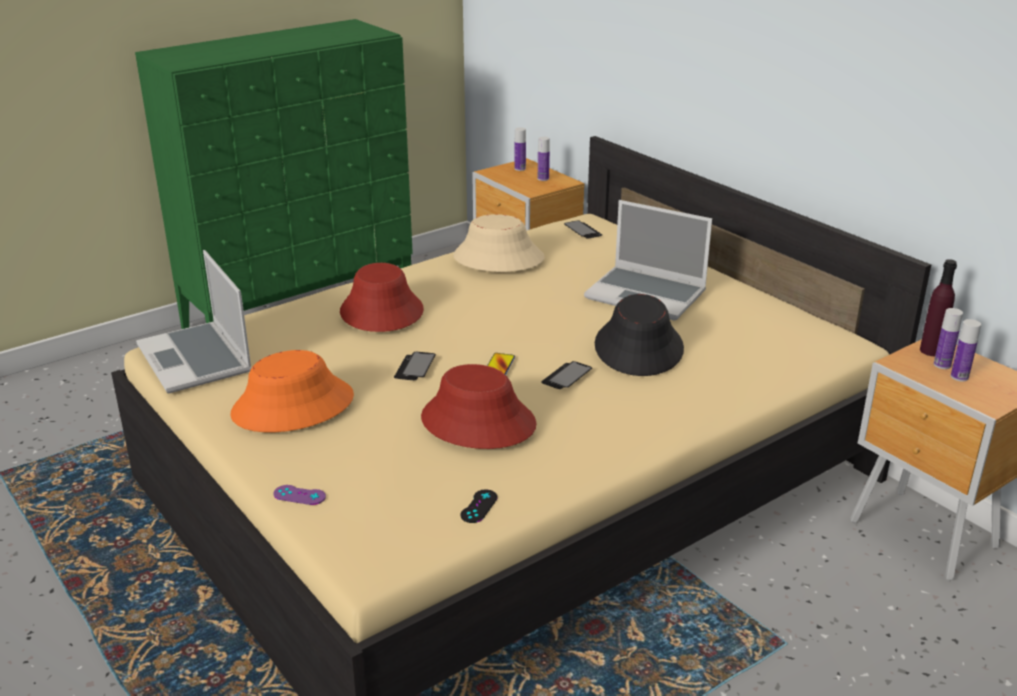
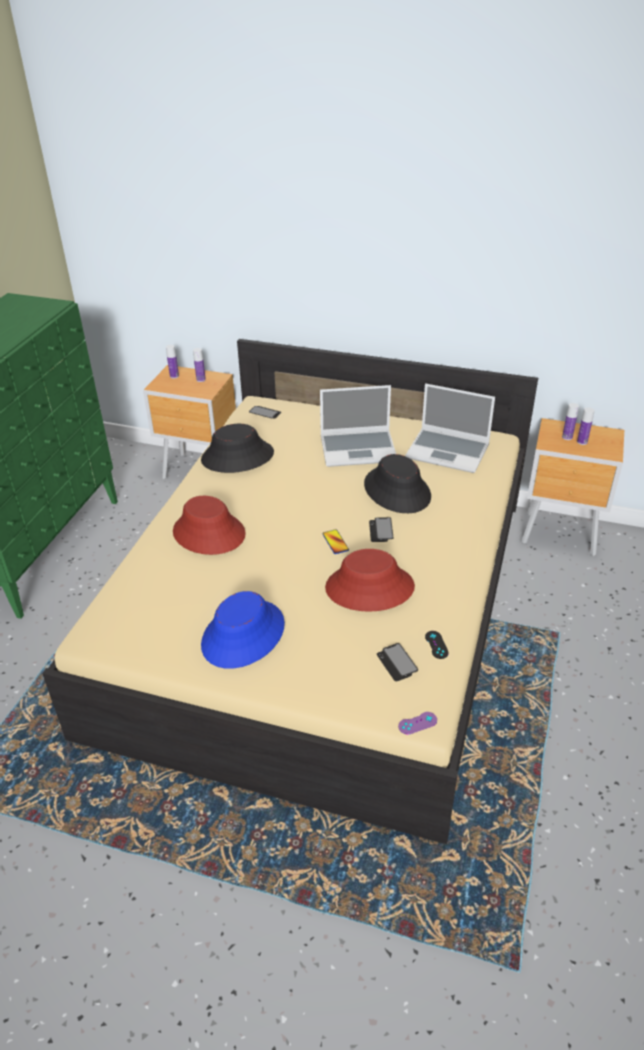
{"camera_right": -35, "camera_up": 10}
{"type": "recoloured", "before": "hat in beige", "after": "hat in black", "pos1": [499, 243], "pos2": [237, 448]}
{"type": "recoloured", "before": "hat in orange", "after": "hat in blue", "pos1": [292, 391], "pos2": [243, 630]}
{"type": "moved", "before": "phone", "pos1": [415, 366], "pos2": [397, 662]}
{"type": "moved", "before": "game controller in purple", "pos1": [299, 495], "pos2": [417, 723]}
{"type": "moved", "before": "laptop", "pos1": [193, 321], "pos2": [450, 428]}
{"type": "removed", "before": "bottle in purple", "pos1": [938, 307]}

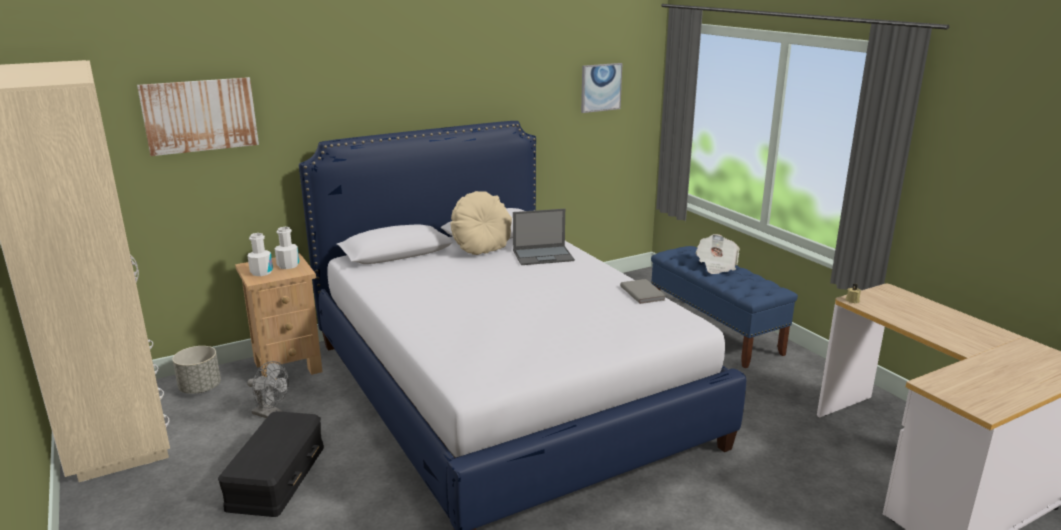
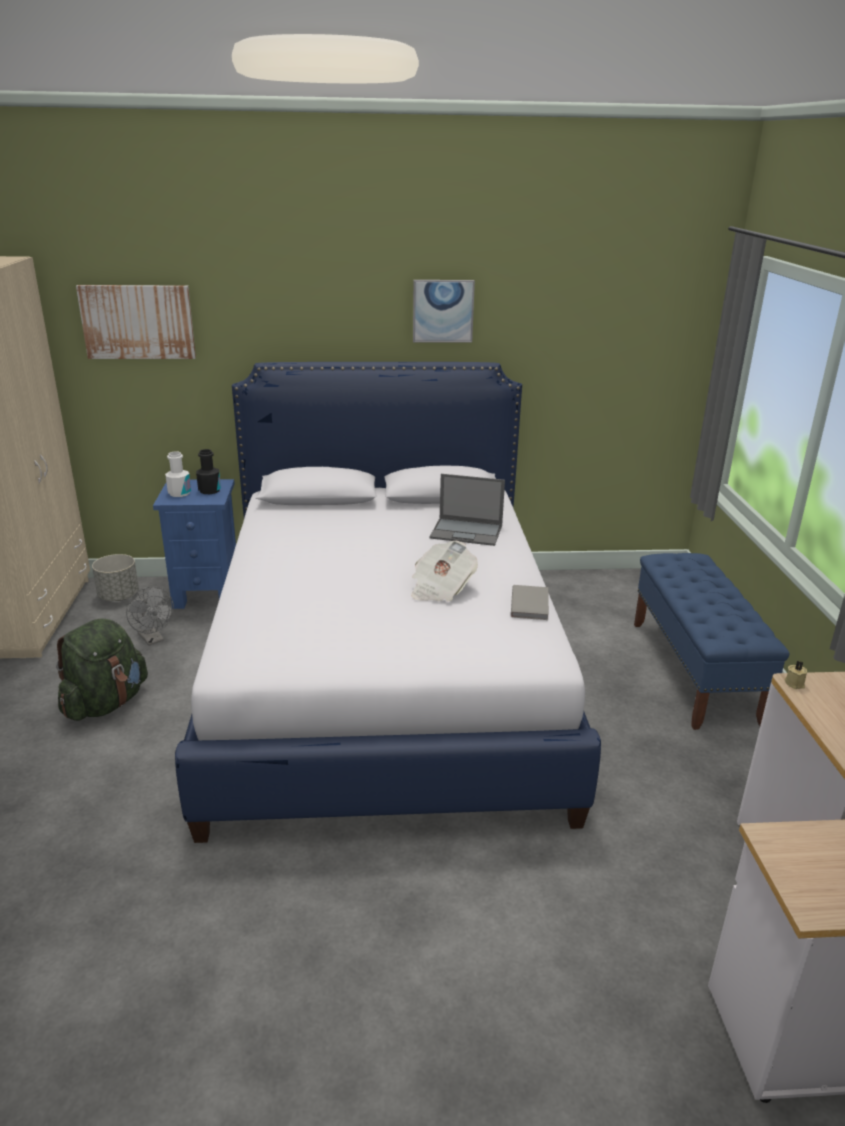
{"camera_right": 25, "camera_up": 5}
{"type": "replaced", "before": "storage box in black", "after": "backpack in green", "pos1": [271, 464], "pos2": [102, 669]}
{"type": "recoloured", "before": "nightstand in beige", "after": "nightstand in blue", "pos1": [279, 315], "pos2": [194, 544]}
{"type": "recoloured", "before": "bottle in white", "after": "bottle in black", "pos1": [287, 248], "pos2": [208, 471]}
{"type": "moved", "before": "newspaper", "pos1": [718, 254], "pos2": [445, 571]}
{"type": "moved", "before": "picture", "pos1": [602, 88], "pos2": [444, 311]}
{"type": "removed", "before": "pillow in beige", "pos1": [481, 223]}

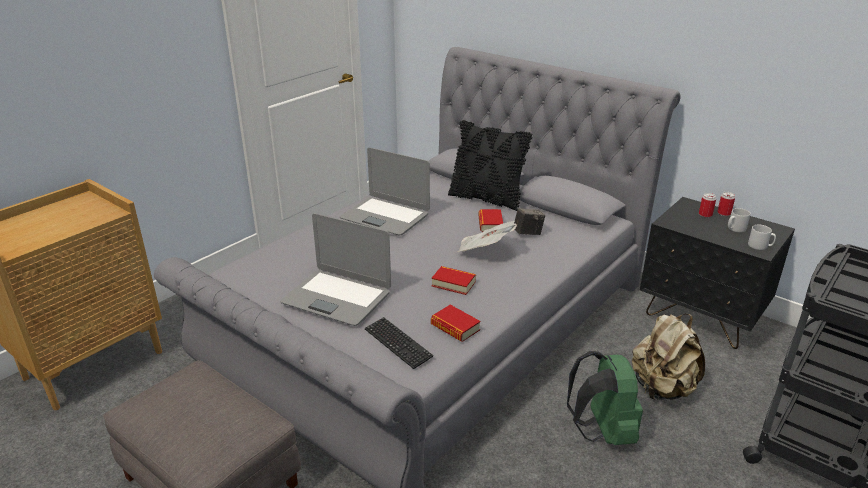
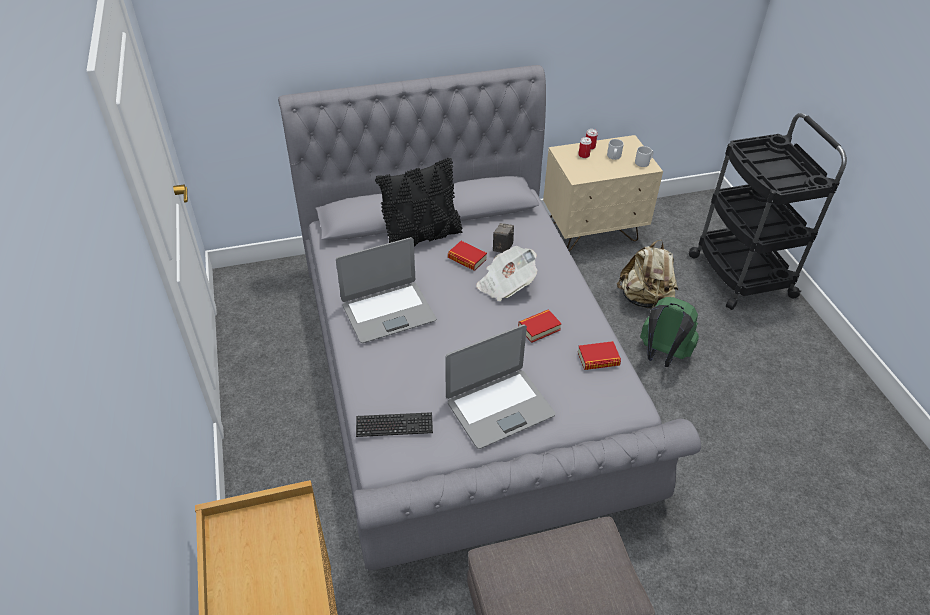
{"camera_right": -55, "camera_up": 15}
{"type": "moved", "before": "keyboard", "pos1": [399, 343], "pos2": [394, 424]}
{"type": "recoloured", "before": "nightstand in black", "after": "nightstand in beige", "pos1": [717, 273], "pos2": [603, 193]}

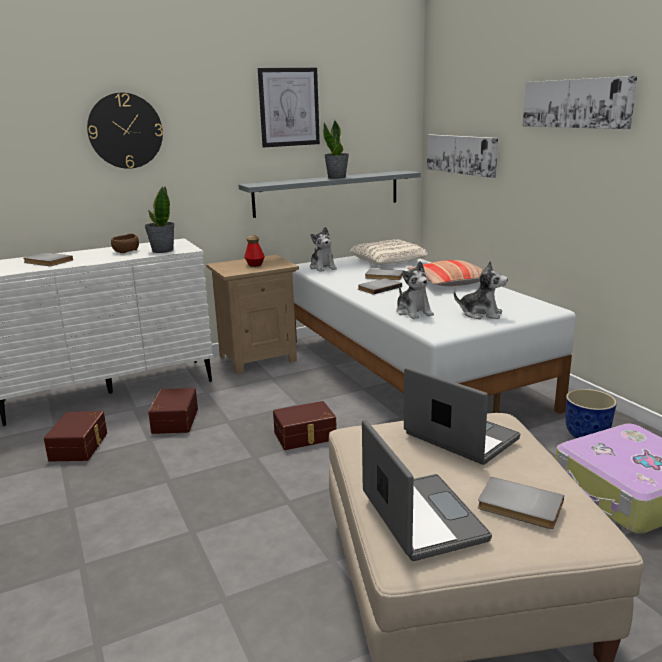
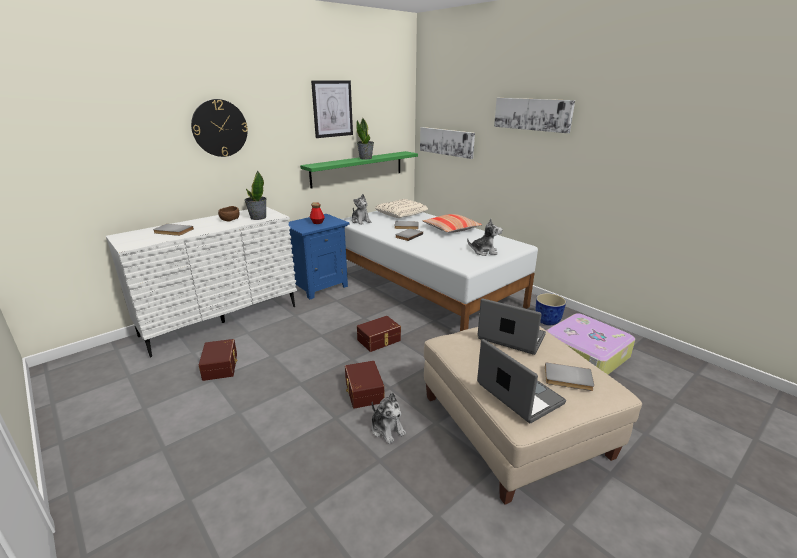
{"camera_right": -15, "camera_up": 5}
{"type": "recoloured", "before": "nightstand in beige", "after": "nightstand in blue", "pos1": [252, 314], "pos2": [319, 256]}
{"type": "recoloured", "before": "shelf in grey", "after": "shelf in green", "pos1": [330, 194], "pos2": [359, 169]}
{"type": "moved", "before": "storage box in brown", "pos1": [173, 411], "pos2": [365, 385]}
{"type": "moved", "before": "plush toy", "pos1": [415, 290], "pos2": [388, 418]}

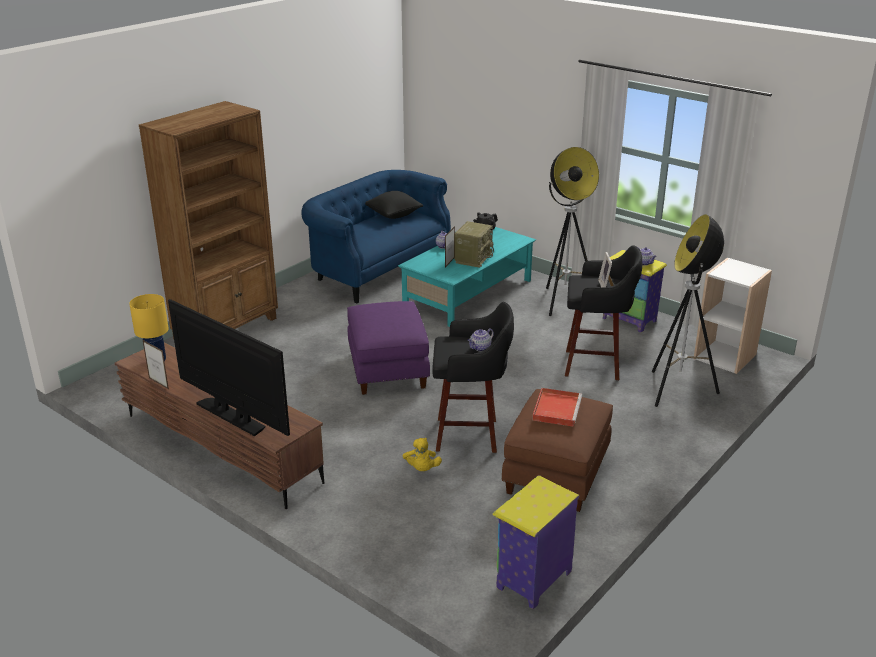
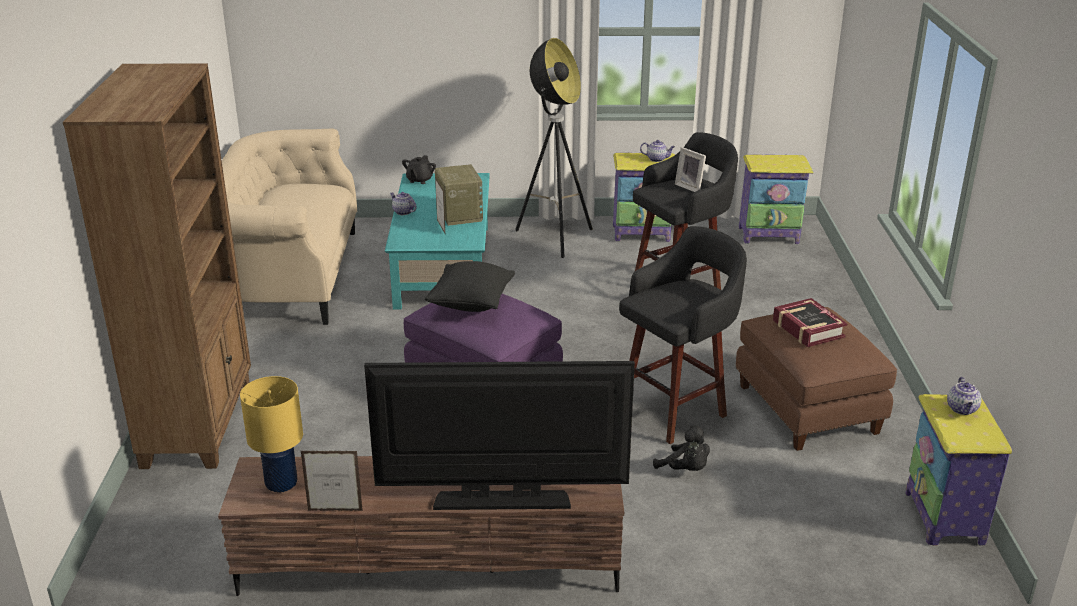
{"camera_right": -40, "camera_up": 0}
{"type": "recoloured", "before": "sofa in blue", "after": "sofa in beige", "pos1": [376, 237], "pos2": [289, 226]}
{"type": "moved", "before": "pillow in black", "pos1": [394, 205], "pos2": [470, 286]}
{"type": "recoloured", "before": "plush toy in yellow", "after": "plush toy in black", "pos1": [422, 454], "pos2": [681, 448]}
{"type": "replaced", "before": "bookcase", "after": "nightstand", "pos1": [732, 316], "pos2": [776, 199]}
{"type": "replaced", "before": "tray in red", "after": "book", "pos1": [557, 407], "pos2": [810, 322]}
{"type": "moved", "before": "teapot", "pos1": [481, 339], "pos2": [964, 396]}
{"type": "removed", "before": "floor lamp", "pos1": [688, 310]}

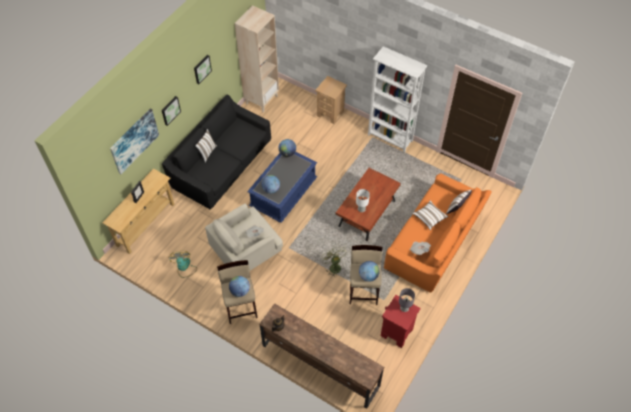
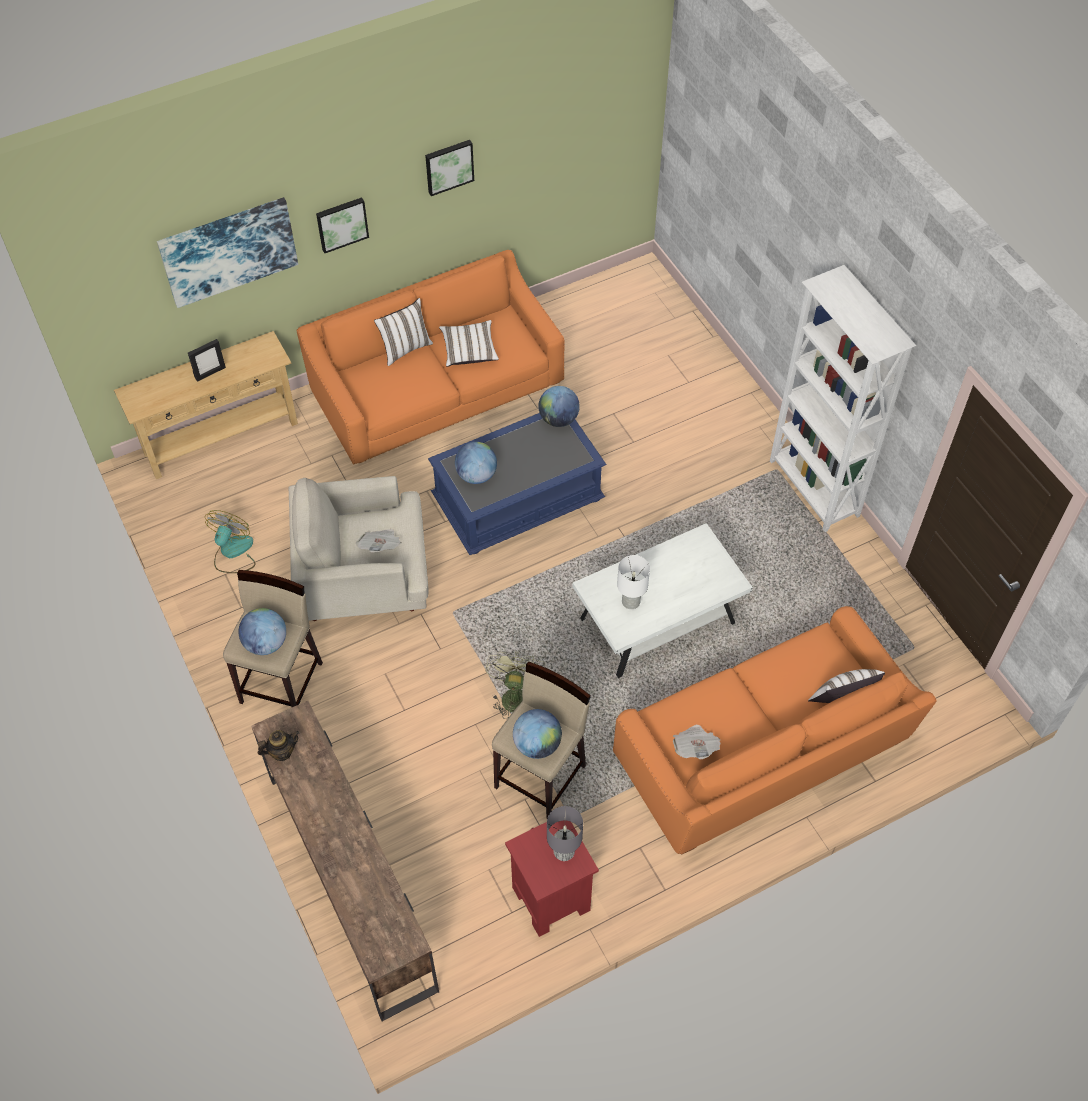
{"camera_right": 30, "camera_up": 0}
{"type": "recoloured", "before": "sofa in black", "after": "sofa in orange", "pos1": [216, 152], "pos2": [430, 357]}
{"type": "moved", "before": "pillow in white", "pos1": [430, 215], "pos2": [469, 343]}
{"type": "recoloured", "before": "coffee table in brown", "after": "coffee table in white", "pos1": [368, 204], "pos2": [663, 600]}
{"type": "removed", "before": "bookcase in beige", "pos1": [257, 58]}
{"type": "removed", "before": "nightstand in beige", "pos1": [331, 100]}

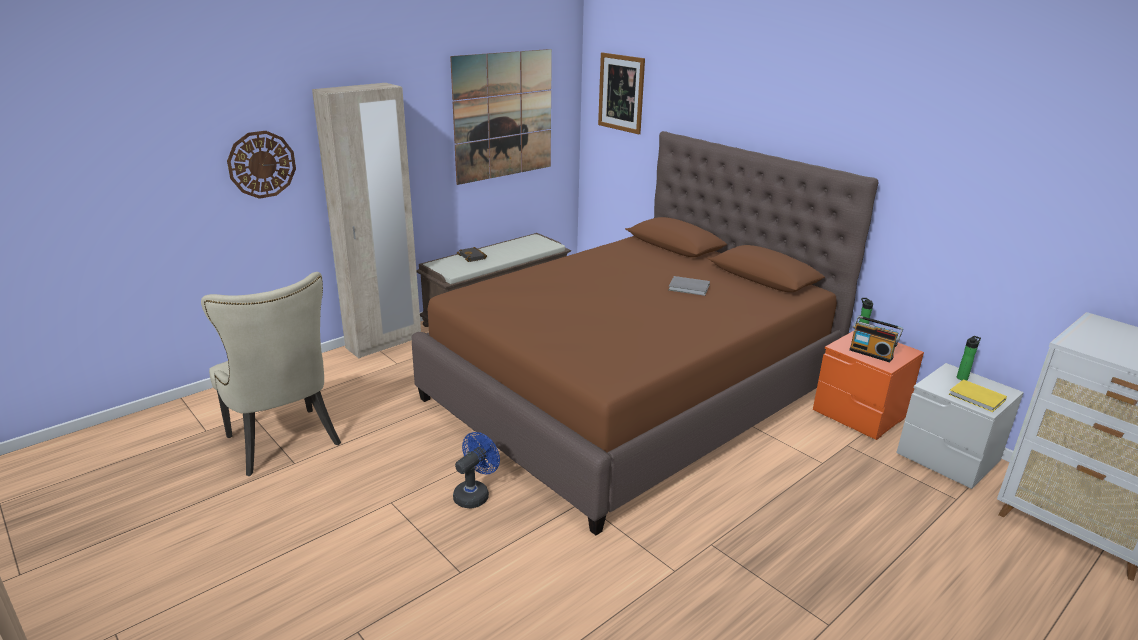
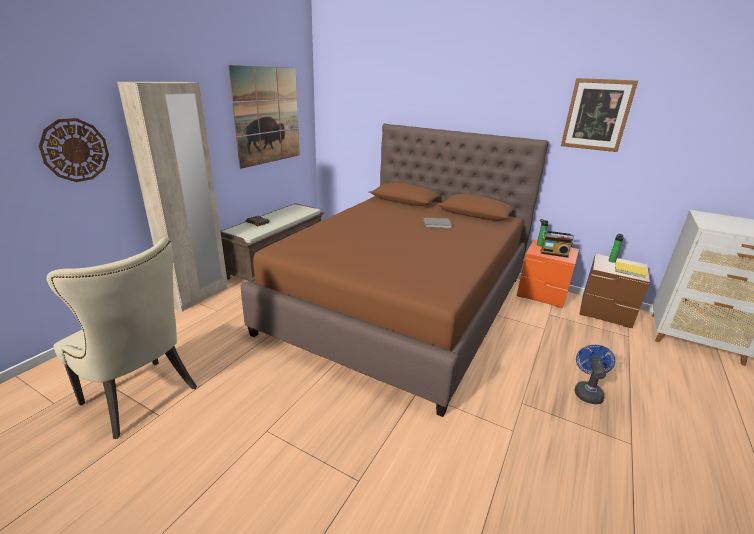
{"camera_right": -20, "camera_up": 0}
{"type": "moved", "before": "picture", "pos1": [621, 93], "pos2": [599, 115]}
{"type": "moved", "before": "fan in blue", "pos1": [476, 470], "pos2": [595, 374]}
{"type": "recoloured", "before": "nightstand in white", "after": "nightstand in brown", "pos1": [960, 426], "pos2": [615, 291]}

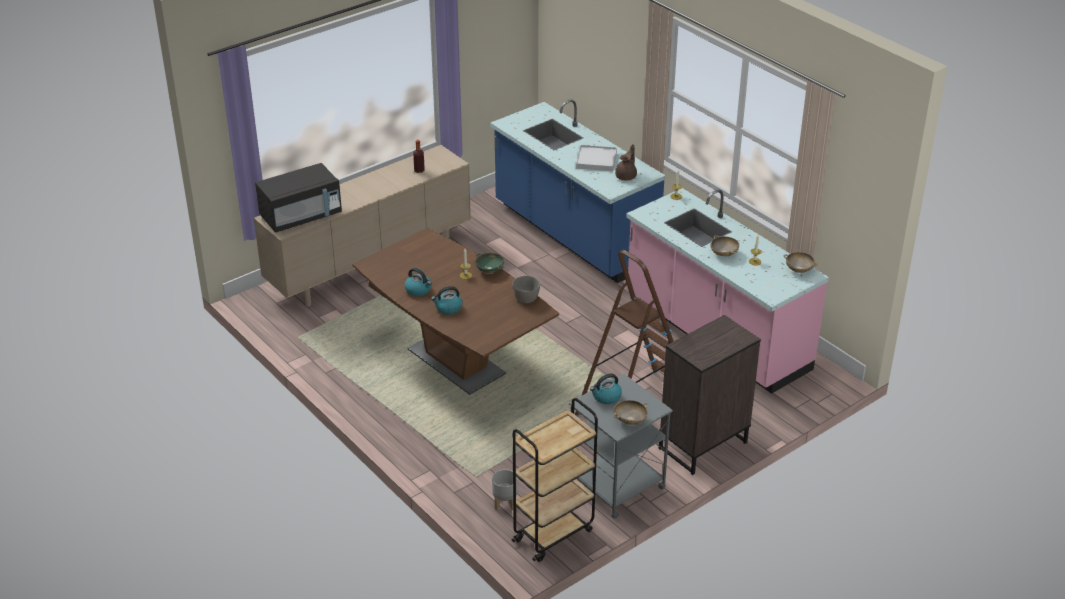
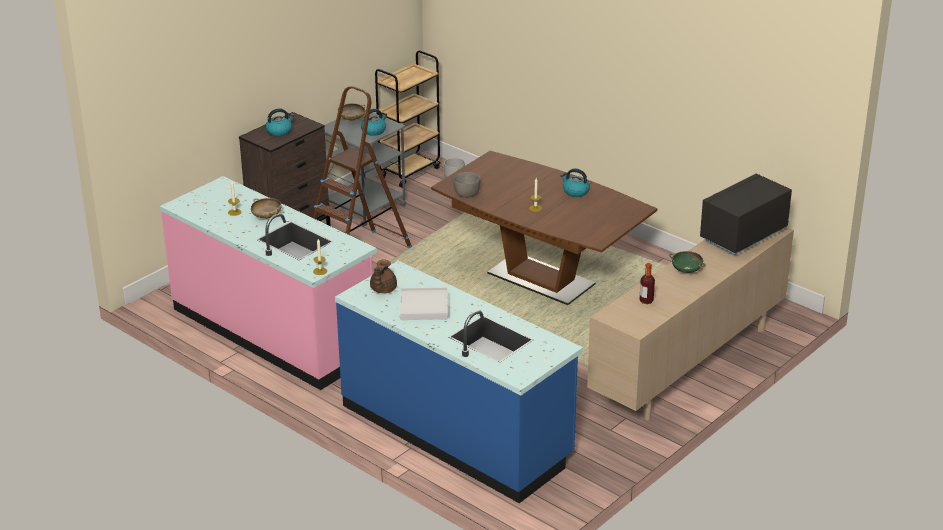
{"camera_right": 170, "camera_up": -5}
{"type": "moved", "before": "kettle", "pos1": [447, 300], "pos2": [279, 122]}
{"type": "moved", "before": "bowl in green", "pos1": [490, 263], "pos2": [687, 262]}
{"type": "removed", "before": "bowl in beige", "pos1": [800, 262]}

